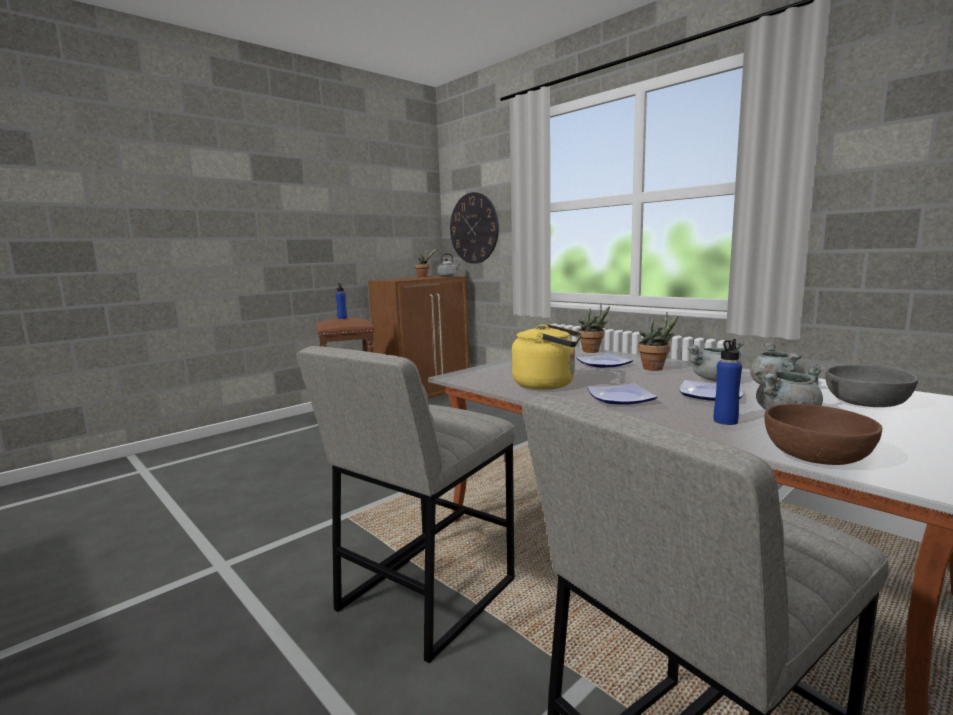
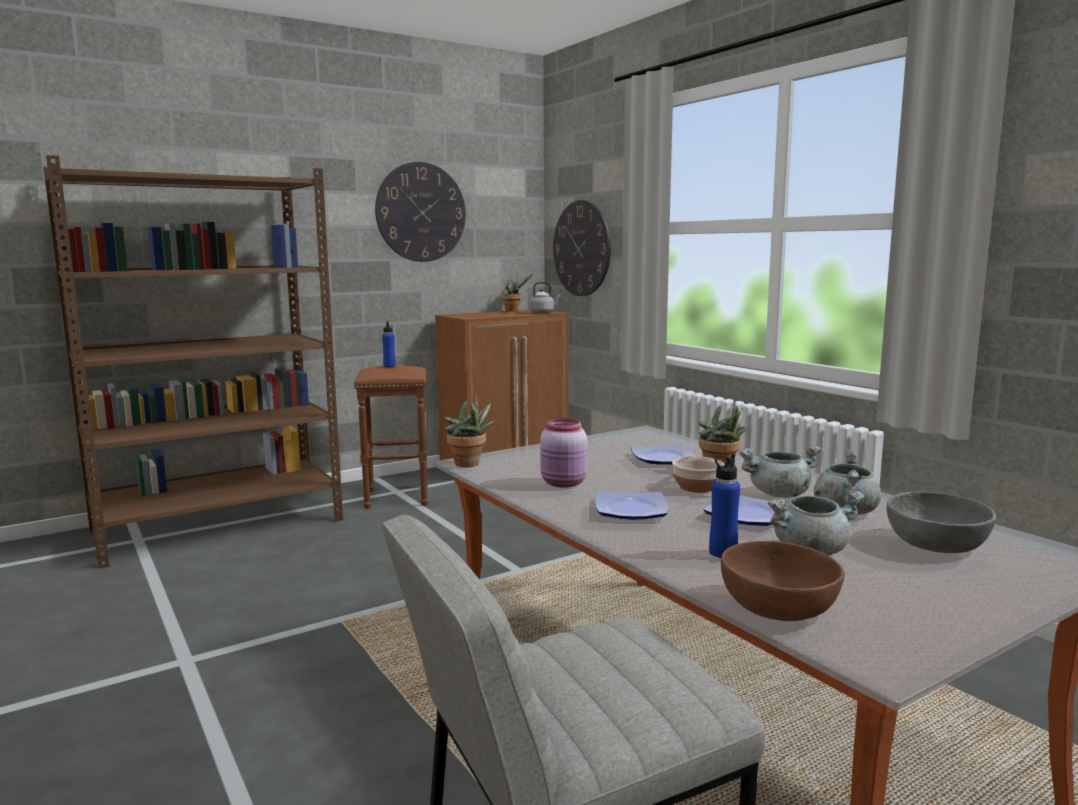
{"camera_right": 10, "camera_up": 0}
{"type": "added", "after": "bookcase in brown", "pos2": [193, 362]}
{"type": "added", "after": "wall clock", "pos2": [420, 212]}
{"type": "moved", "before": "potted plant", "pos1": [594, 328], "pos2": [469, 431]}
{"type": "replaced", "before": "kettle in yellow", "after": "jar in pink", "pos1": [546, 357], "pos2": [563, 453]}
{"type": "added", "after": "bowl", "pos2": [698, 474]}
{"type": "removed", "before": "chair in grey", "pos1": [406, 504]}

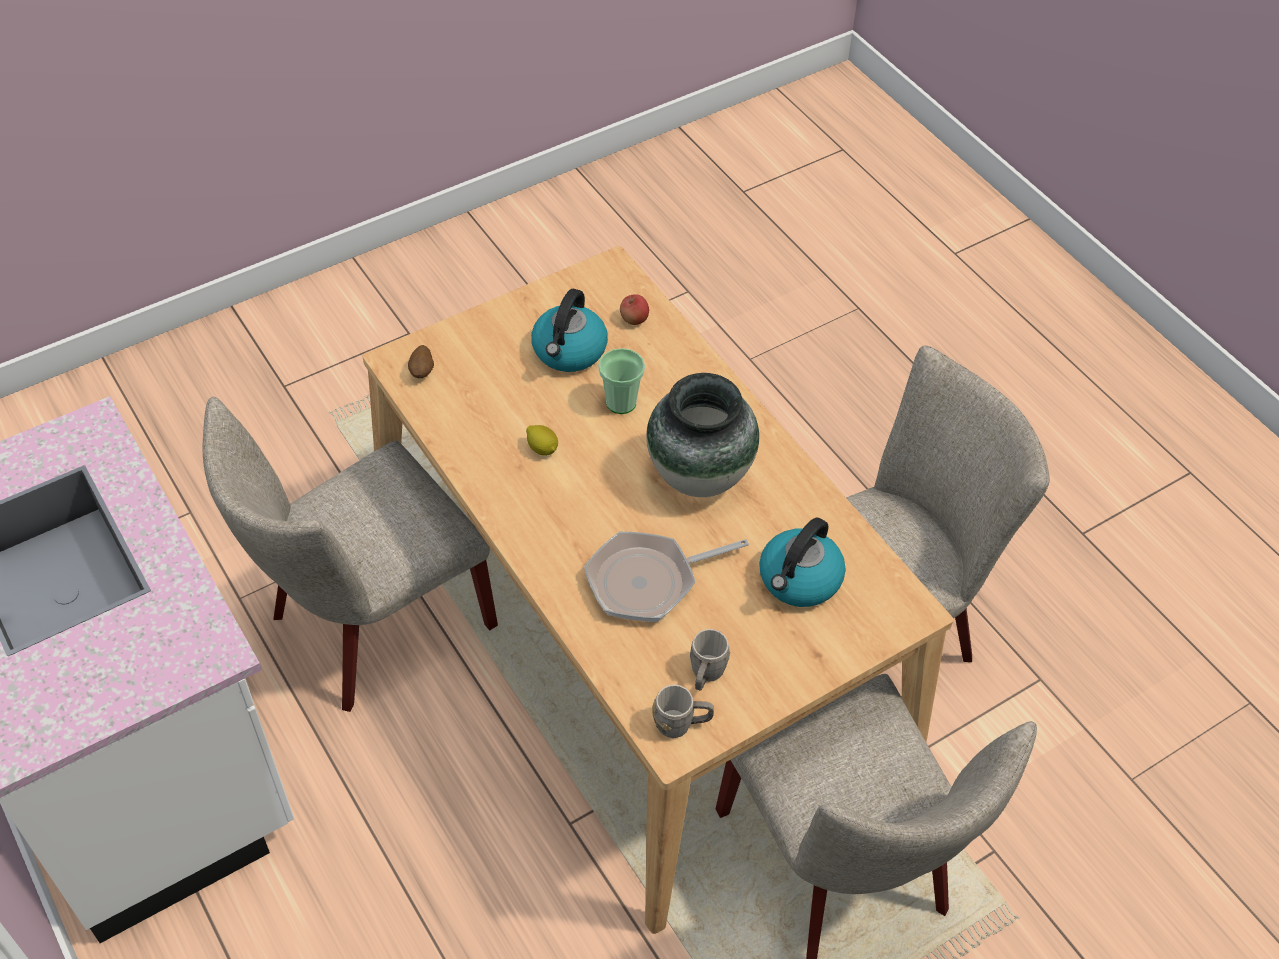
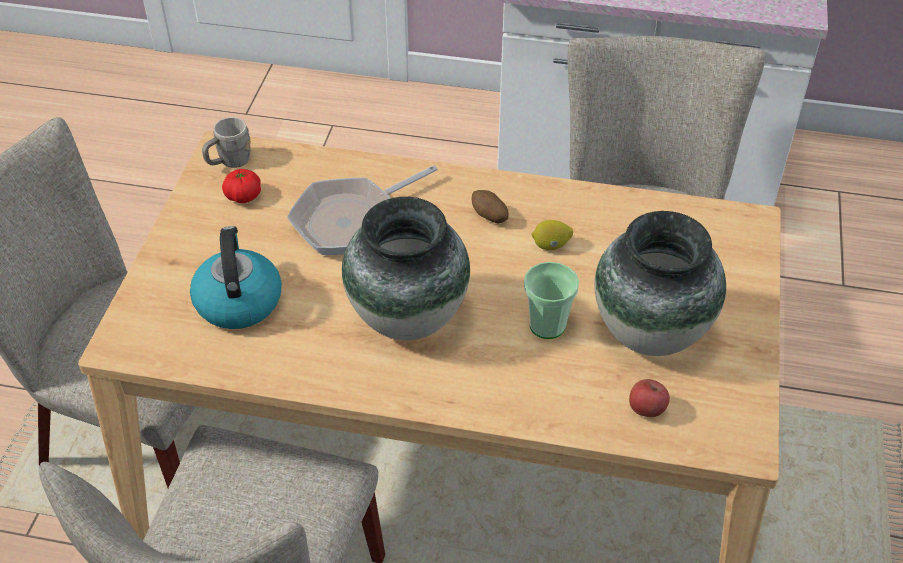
{"camera_right": 135, "camera_up": -5}
{"type": "replaced", "before": "mug in grey", "after": "tomato", "pos1": [710, 660], "pos2": [241, 186]}
{"type": "turned", "before": "frying pan", "pos1": [666, 577], "pos2": [362, 210], "turn": -150}
{"type": "moved", "before": "potato", "pos1": [421, 361], "pos2": [490, 207]}
{"type": "replaced", "before": "kettle", "after": "vase", "pos1": [569, 330], "pos2": [660, 283]}

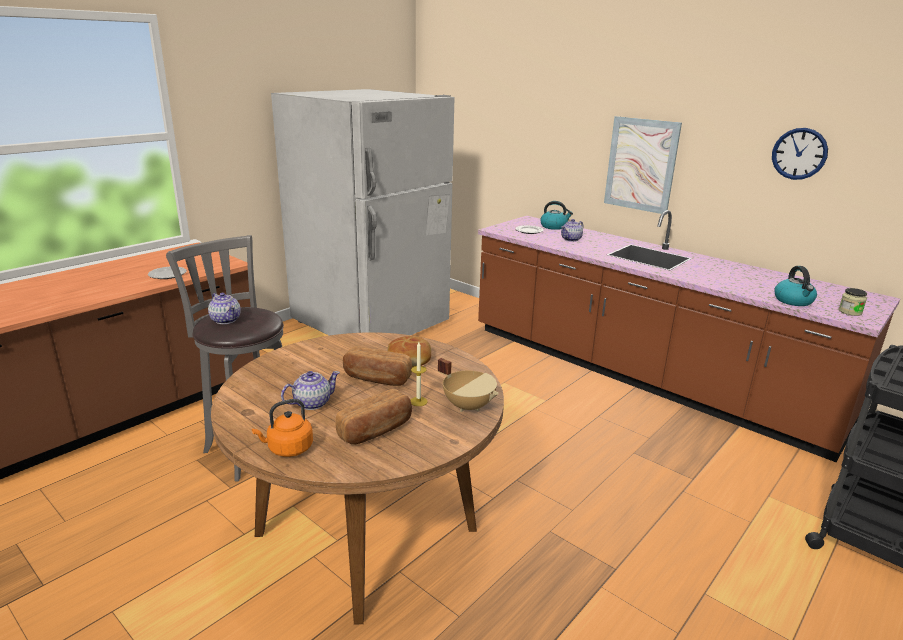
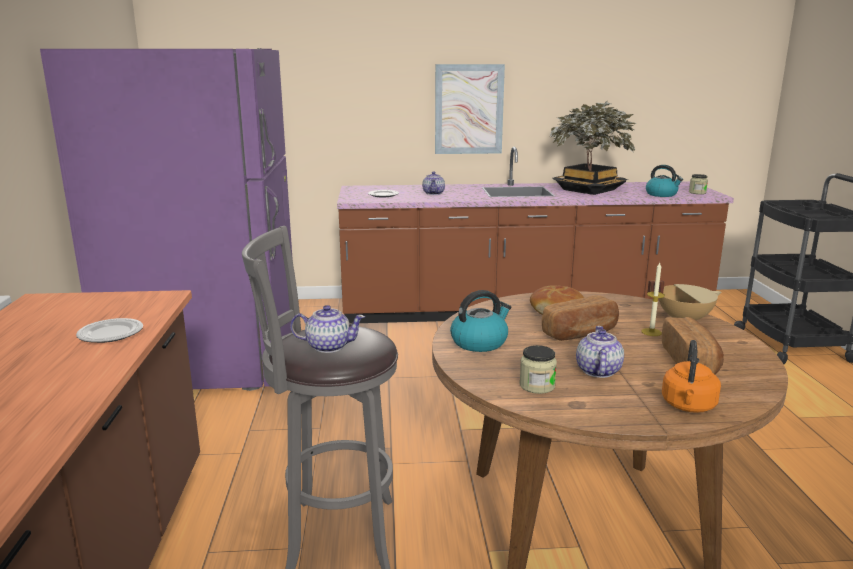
{"camera_right": -45, "camera_up": -5}
{"type": "recoloured", "before": "fridge in white", "after": "fridge in purple", "pos1": [363, 212], "pos2": [166, 219]}
{"type": "moved", "before": "kettle", "pos1": [556, 215], "pos2": [481, 321]}
{"type": "added", "after": "jar", "pos2": [538, 369]}
{"type": "added", "after": "potted plant", "pos2": [593, 148]}
{"type": "removed", "before": "wall clock", "pos1": [800, 154]}

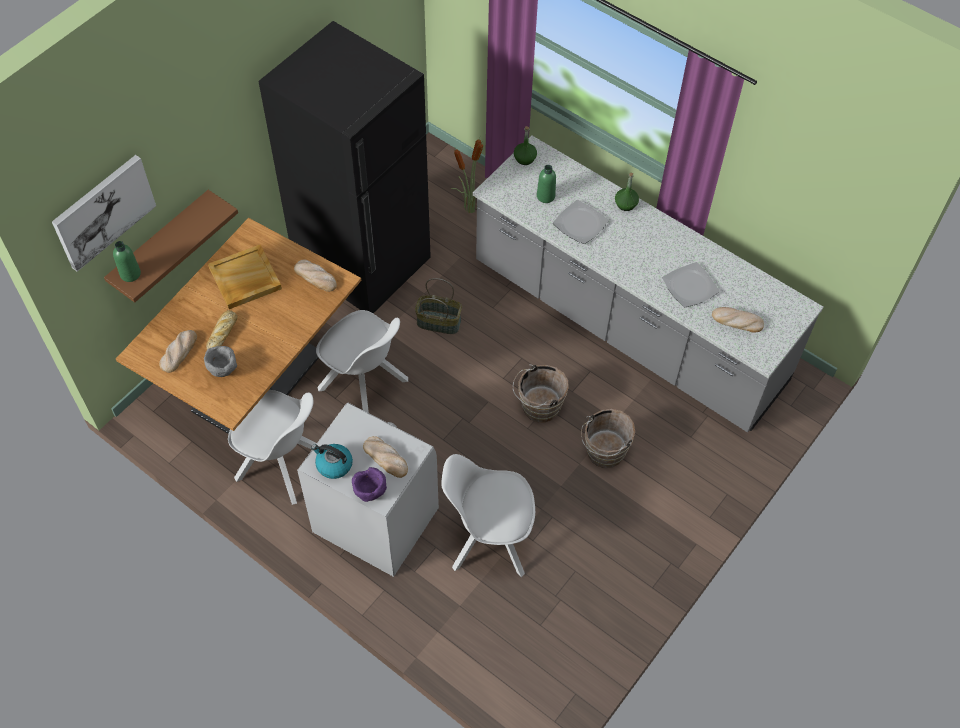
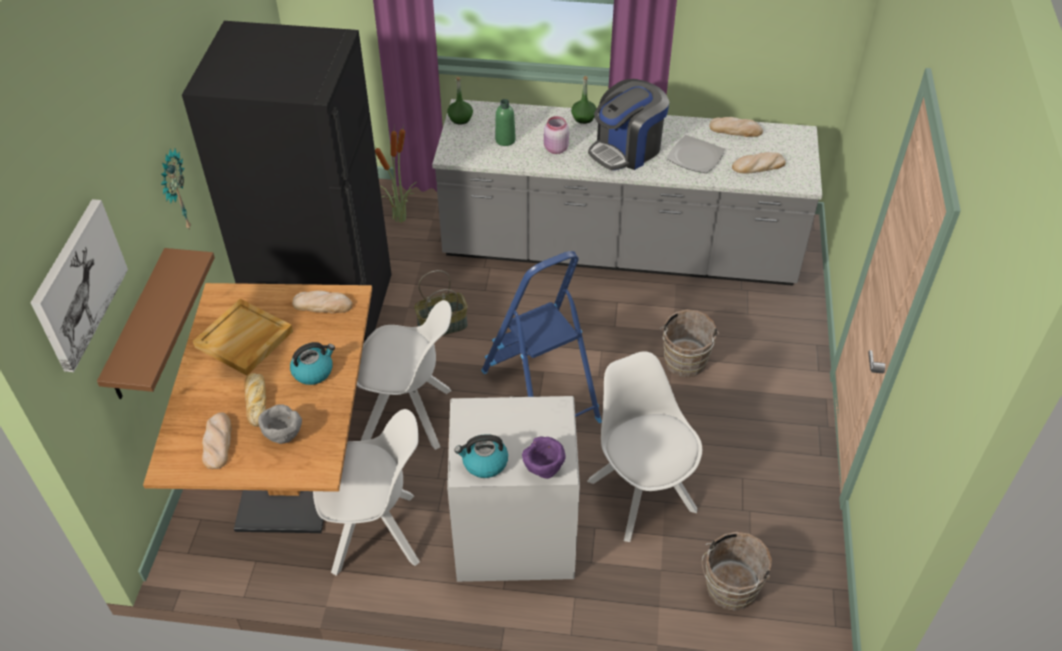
{"camera_right": -30, "camera_up": -10}
{"type": "added", "after": "wall clock", "pos2": [176, 189]}
{"type": "added", "after": "kettle", "pos2": [312, 363]}
{"type": "added", "after": "step ladder in blue", "pos2": [541, 337]}
{"type": "replaced", "before": "plate", "after": "jar in pink", "pos1": [581, 222], "pos2": [556, 135]}
{"type": "turned", "before": "chair in white", "pos1": [488, 515], "pos2": [644, 446], "turn": 90}
{"type": "added", "after": "coffee machine", "pos2": [628, 124]}
{"type": "moved", "before": "bucket in brown", "pos1": [541, 393], "pos2": [737, 571]}
{"type": "moved", "before": "bread", "pos1": [385, 457], "pos2": [736, 127]}
{"type": "removed", "before": "bottle in green", "pos1": [127, 261]}

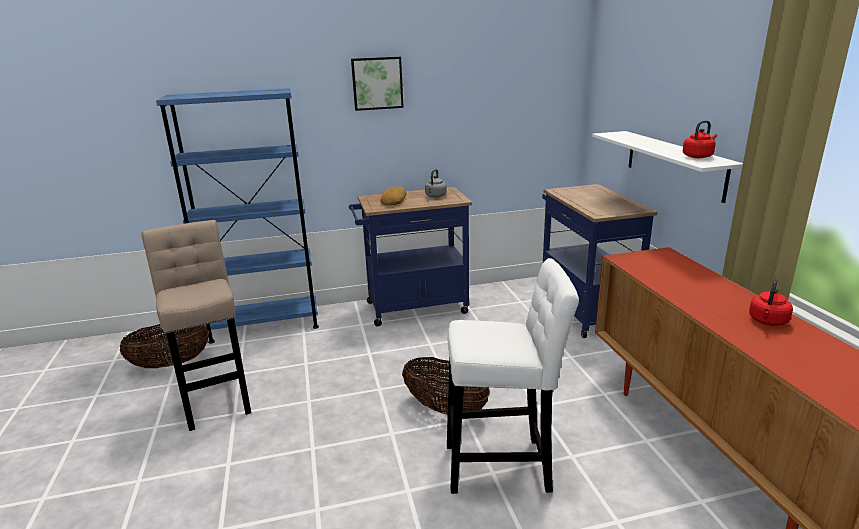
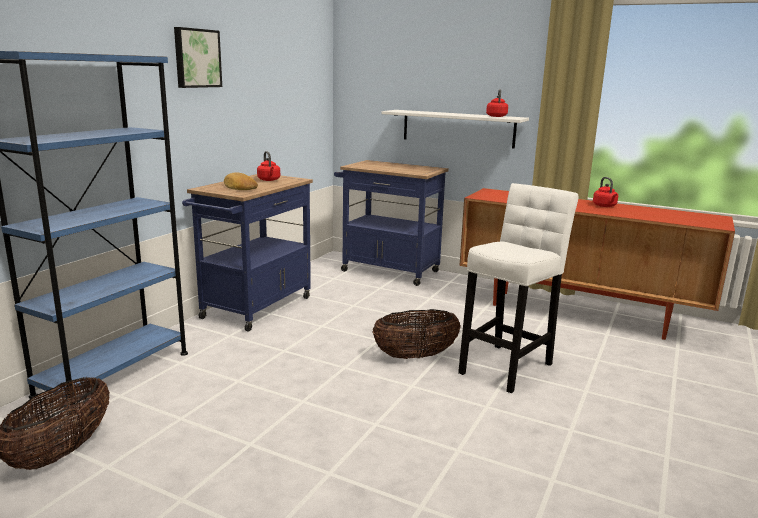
{"camera_right": -50, "camera_up": -5}
{"type": "recoloured", "before": "kettle in grey", "after": "kettle in red", "pos1": [436, 183], "pos2": [268, 166]}
{"type": "removed", "before": "stool in beige", "pos1": [196, 325]}

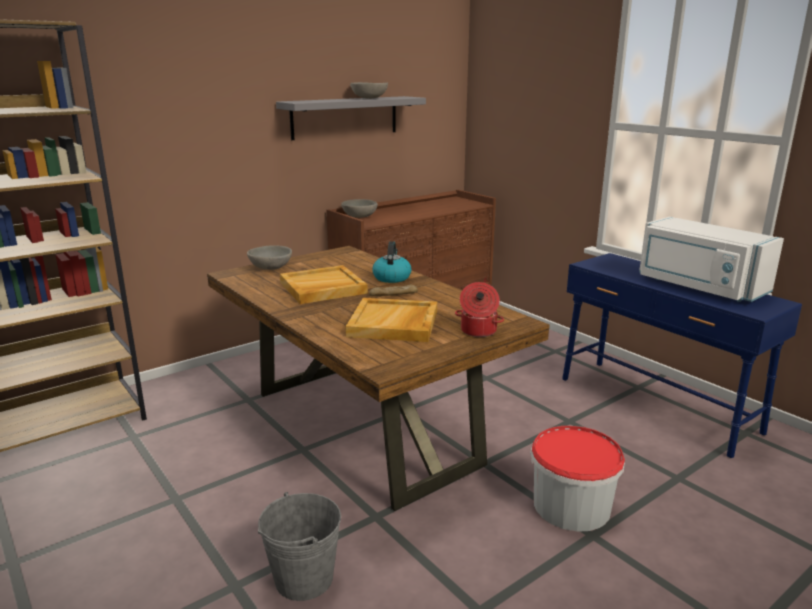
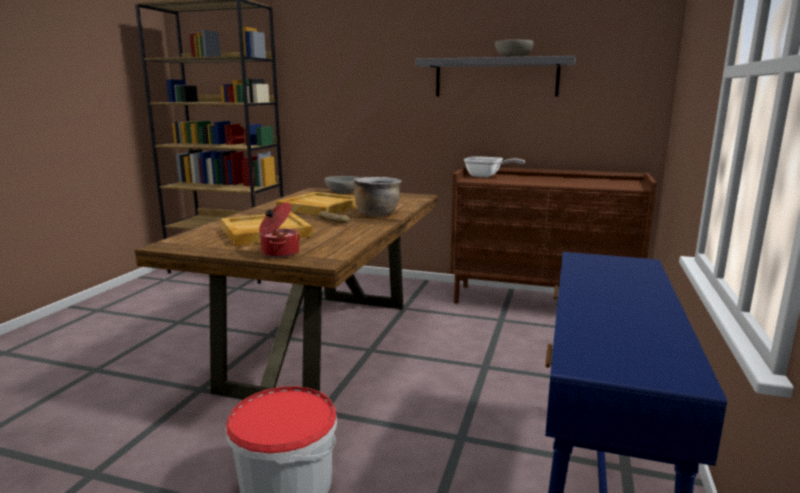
{"camera_right": 55, "camera_up": -5}
{"type": "replaced", "before": "kettle", "after": "cooking pot in brown", "pos1": [391, 262], "pos2": [377, 197]}
{"type": "replaced", "before": "bowl in grey", "after": "frying pan", "pos1": [359, 208], "pos2": [494, 166]}
{"type": "removed", "before": "bucket in grey", "pos1": [299, 546]}
{"type": "removed", "before": "microwave in white", "pos1": [711, 259]}

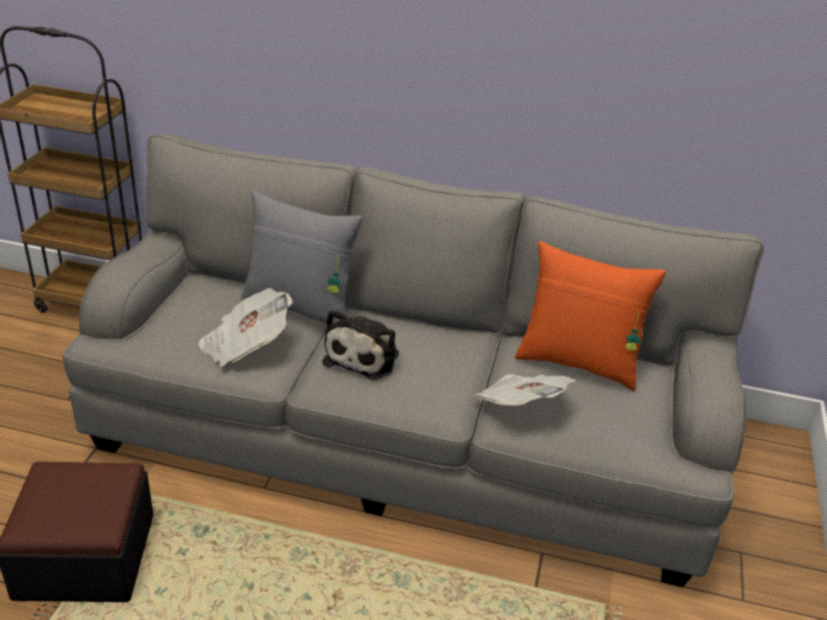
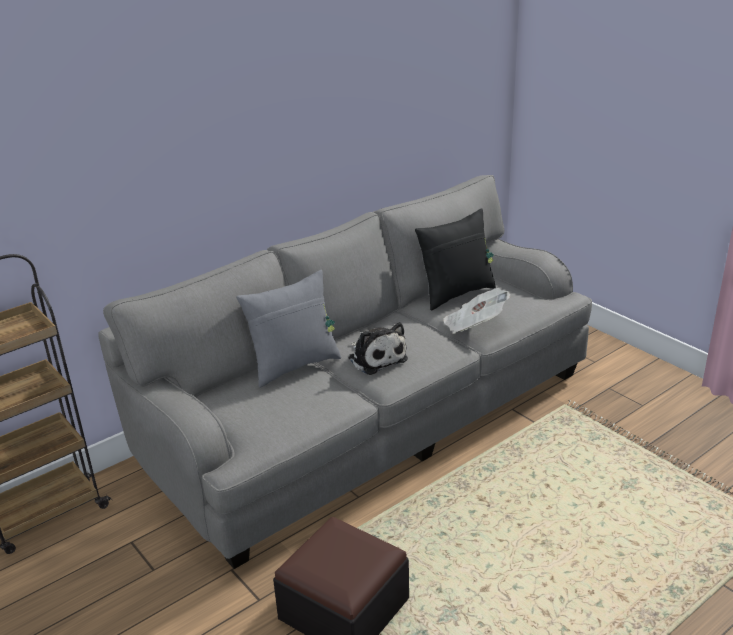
{"camera_right": -50, "camera_up": -5}
{"type": "recoloured", "before": "pillow in orange", "after": "pillow in black", "pos1": [590, 316], "pos2": [455, 259]}
{"type": "removed", "before": "newspaper", "pos1": [245, 327]}

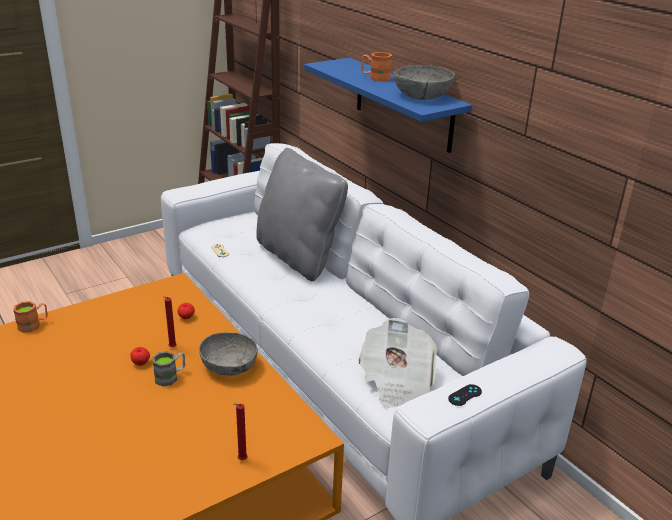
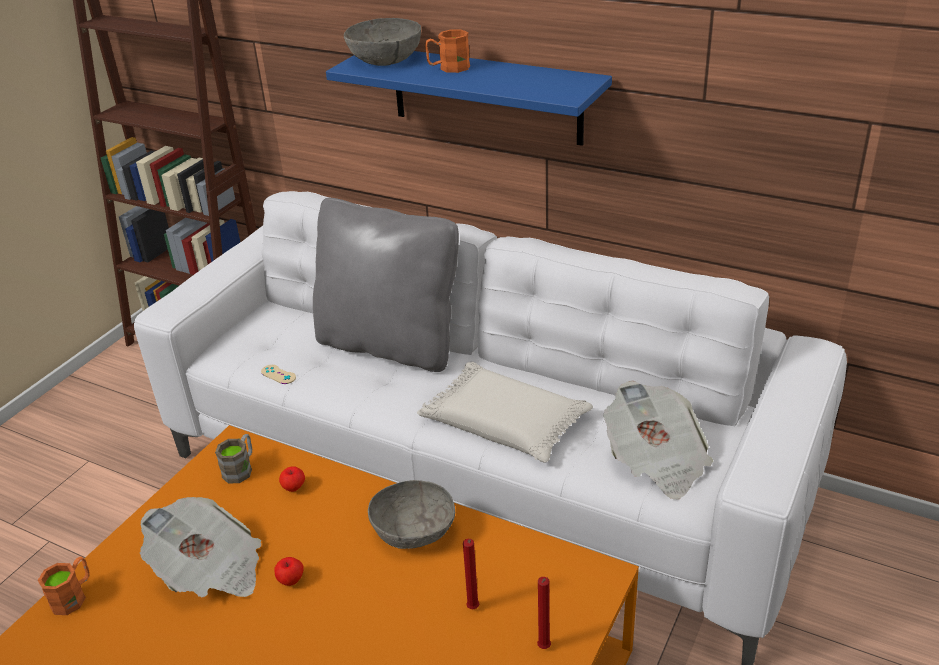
{"camera_right": -25, "camera_up": 5}
{"type": "added", "after": "newspaper", "pos2": [200, 547]}
{"type": "moved", "before": "mug in brown", "pos1": [168, 368], "pos2": [233, 458]}
{"type": "moved", "before": "bowl in grey", "pos1": [424, 82], "pos2": [382, 42]}
{"type": "added", "after": "pillow in white", "pos2": [505, 412]}
{"type": "moved", "before": "candle in red", "pos1": [170, 322], "pos2": [471, 574]}
{"type": "removed", "before": "game controller in black", "pos1": [465, 395]}

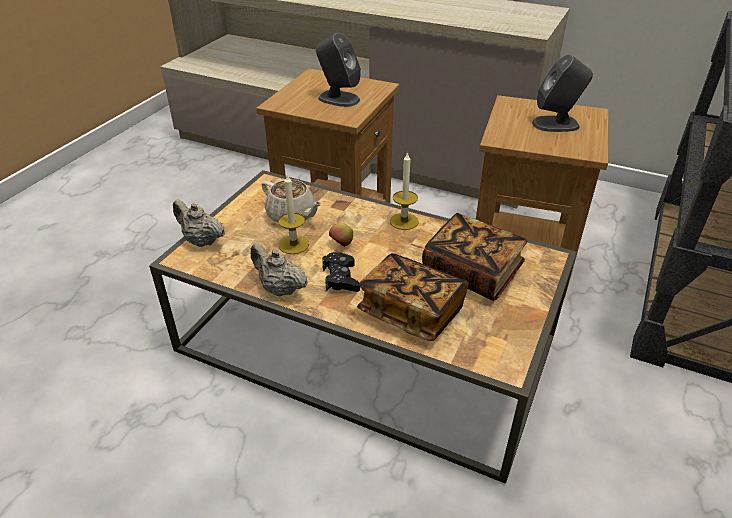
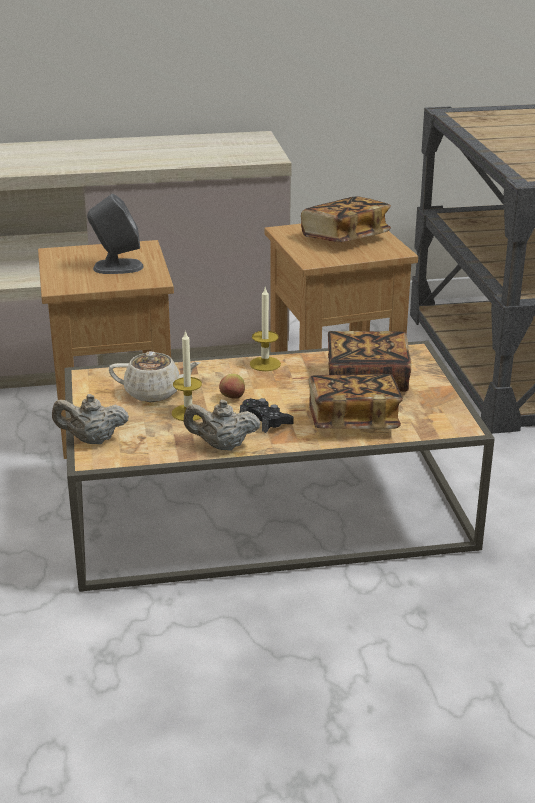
{"camera_right": -35, "camera_up": -10}
{"type": "replaced", "before": "speaker in grey", "after": "book", "pos1": [562, 93], "pos2": [346, 219]}

